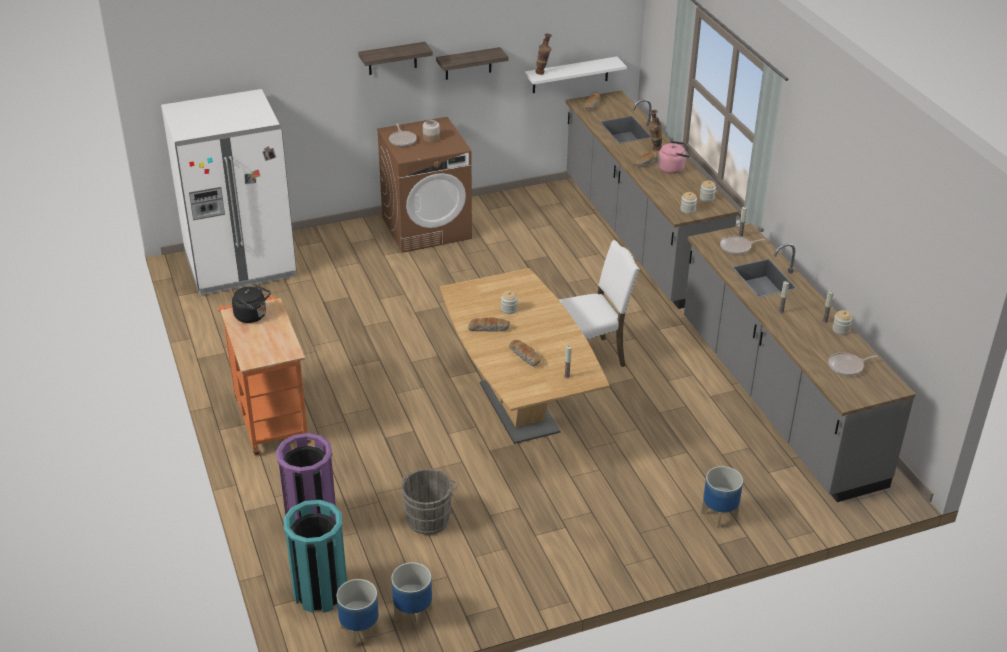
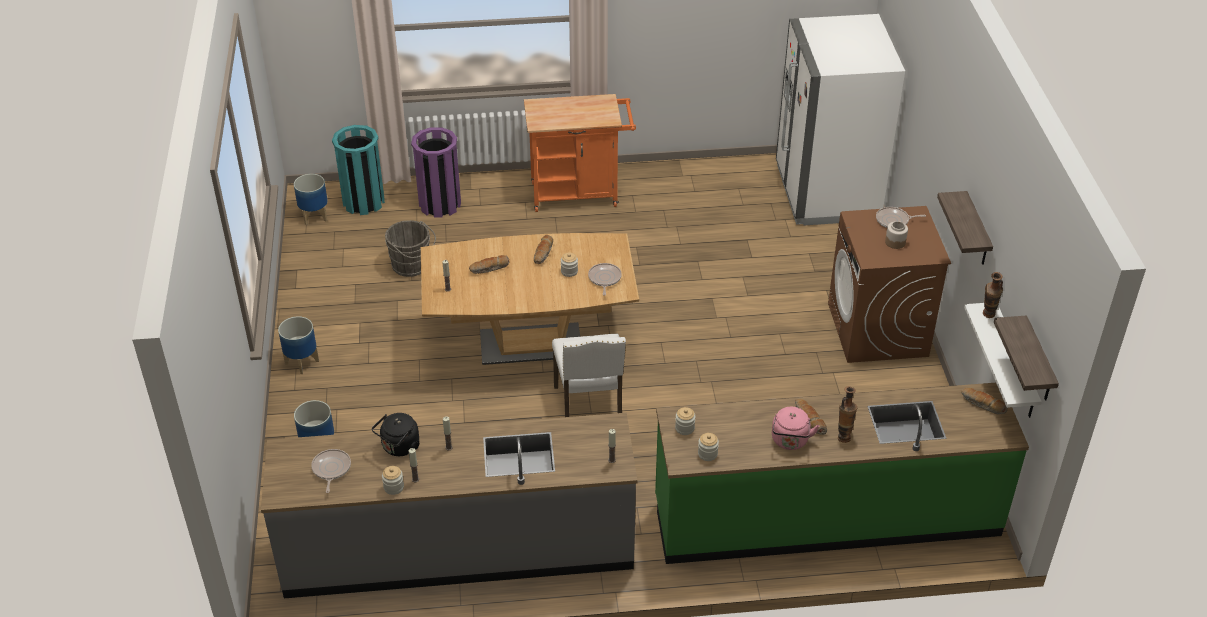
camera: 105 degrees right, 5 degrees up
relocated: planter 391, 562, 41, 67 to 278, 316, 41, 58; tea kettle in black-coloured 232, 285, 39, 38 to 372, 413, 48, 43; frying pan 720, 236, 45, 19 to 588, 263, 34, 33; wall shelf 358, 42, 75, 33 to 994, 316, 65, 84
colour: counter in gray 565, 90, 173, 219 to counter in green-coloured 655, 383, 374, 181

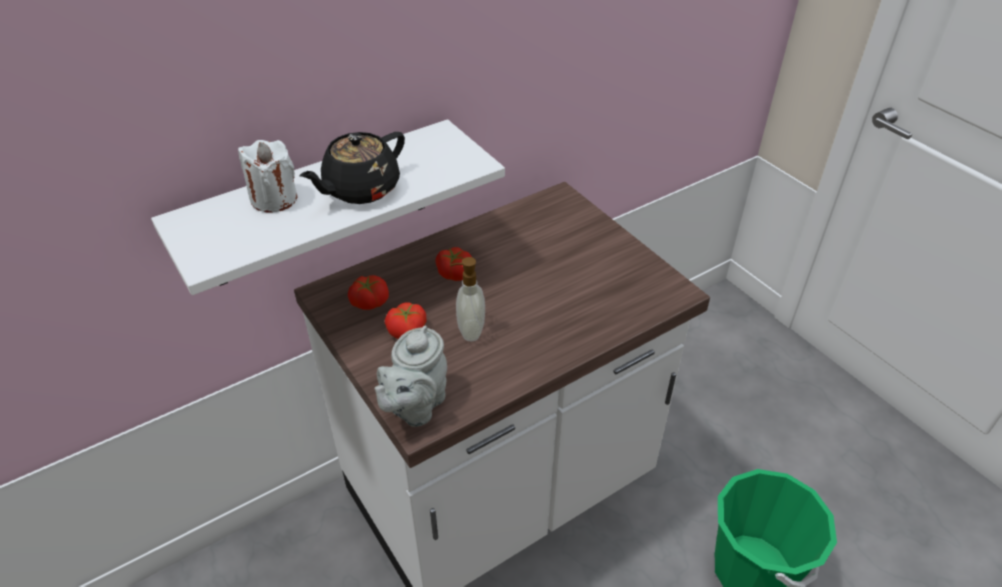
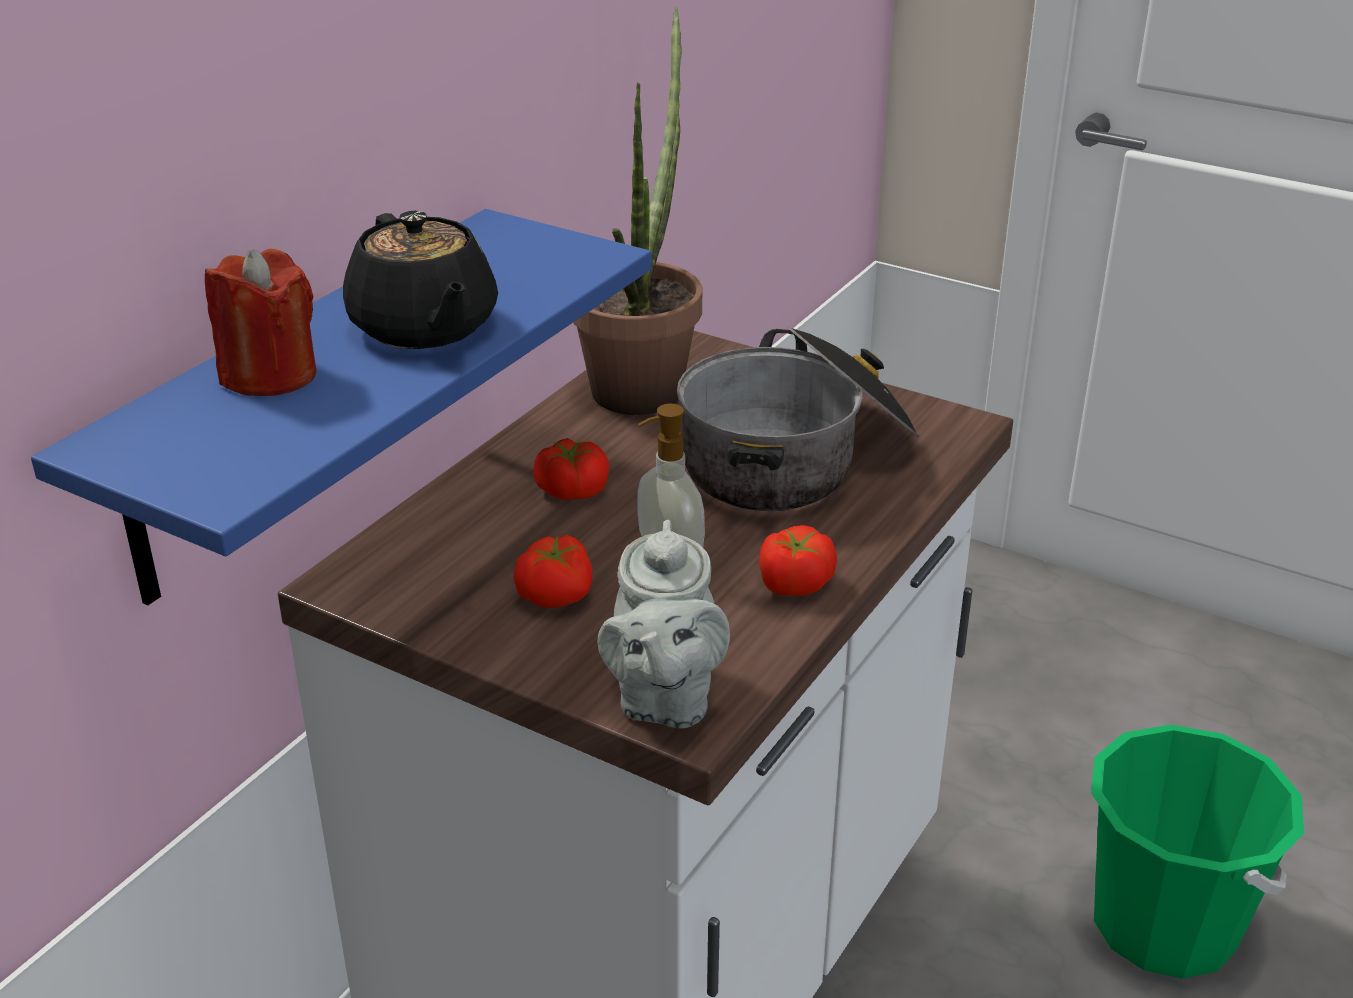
camera: 25 degrees left, 10 degrees down
appeared: houseplant 573, 7, 129, 408; cooking pot 677, 326, 242, 185
relocated: tomato 348, 275, 41, 35 to 759, 525, 78, 71
colour: wall shelf in white-coloured 151, 119, 354, 176 to wall shelf in blue 31, 209, 621, 397; candle in white-coloured 238, 140, 60, 72 to candle in red-coloured 205, 248, 111, 148
spun: tea pot in black-coloured 300, 132, 105, 72 = 343, 211, 155, 138 45 degrees counterclockwise

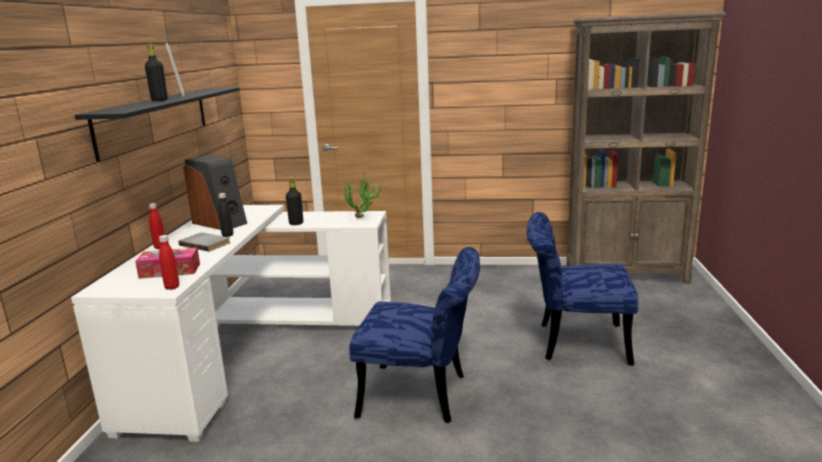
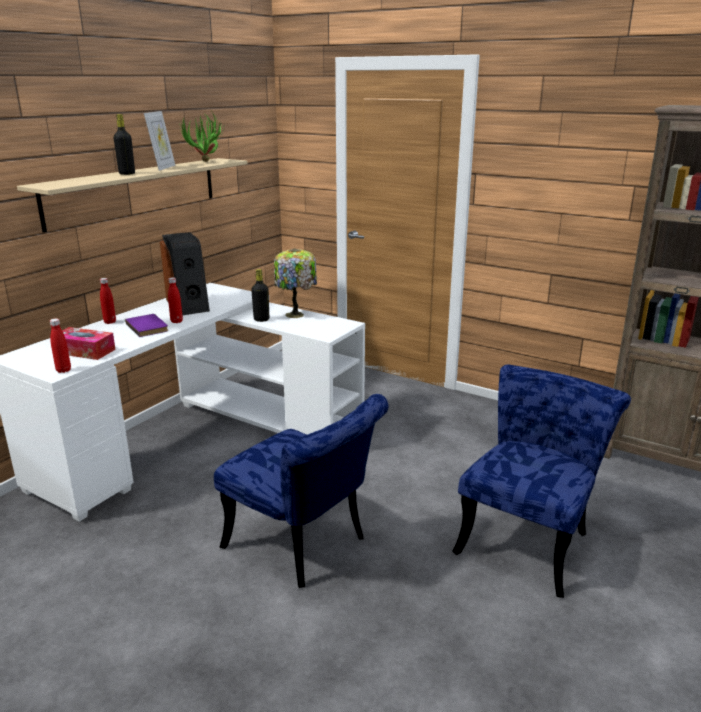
camera: 25 degrees right, 5 degrees up
appeared: tabletop lamp 274, 248, 43, 70
relocated: houseplant 344, 174, 38, 44 to 178, 112, 46, 50
colour: wall shelf in black-coloured 75, 87, 164, 75 to wall shelf in beige 17, 158, 230, 75; volume in gray 178, 233, 52, 19 to volume in purple 125, 314, 43, 23; drink bottle in black-coloured 218, 193, 15, 44 to drink bottle in red-coloured 168, 277, 15, 46
spun: chair in blue 527, 212, 111, 154 = 452, 365, 179, 233 90 degrees clockwise

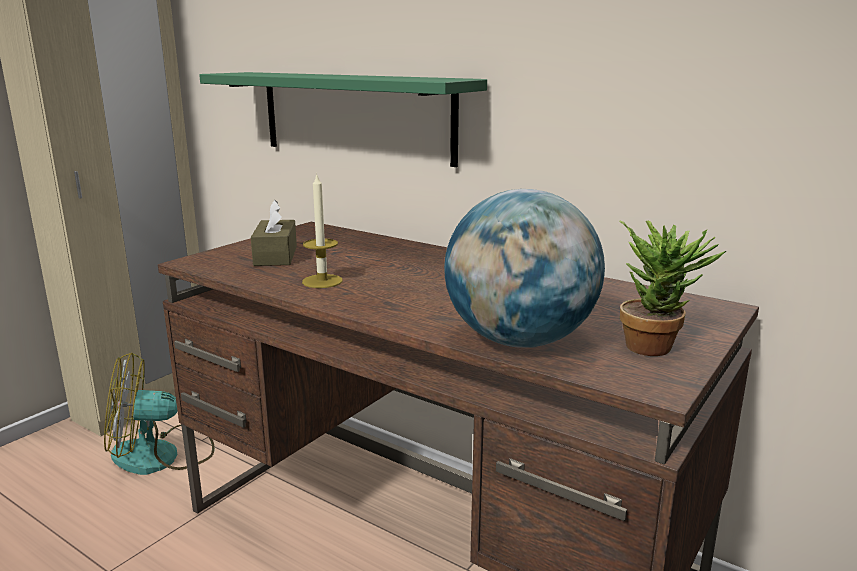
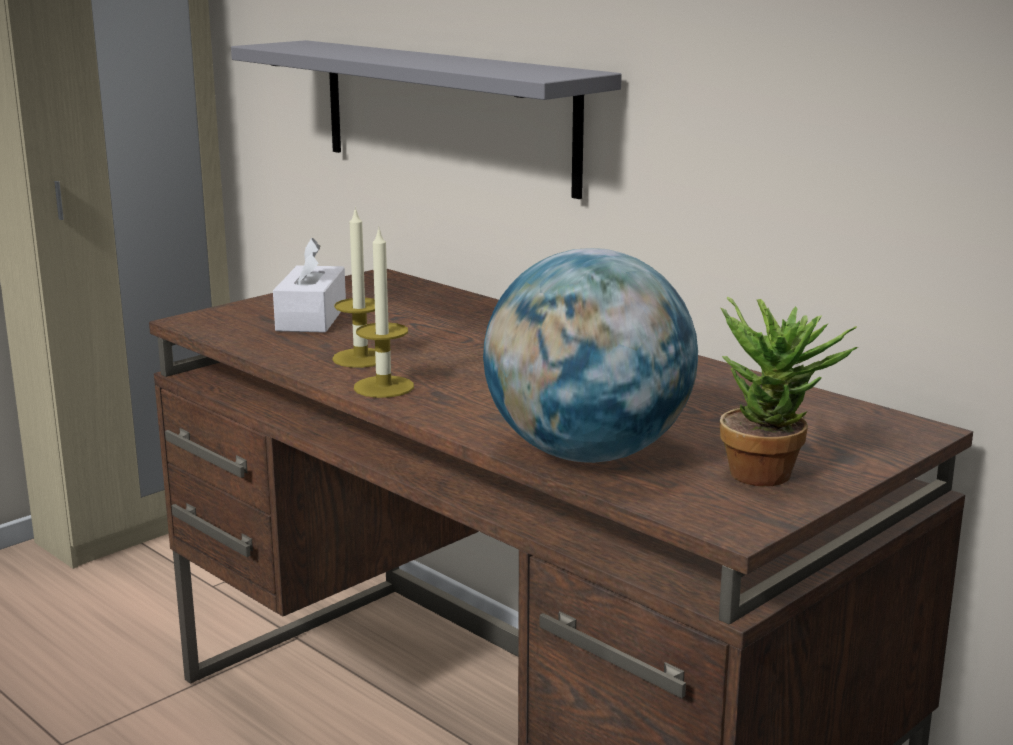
camera: 10 degrees right, 0 degrees up
missing: electric fan 104, 352, 111, 123
appeared: candle 354, 226, 60, 172
colour: wall shelf in green-coloured 199, 72, 288, 95 to wall shelf in gray 231, 40, 391, 159; tissue holder in brownish 251, 200, 46, 66 to tissue holder in white-coloured 273, 238, 73, 95

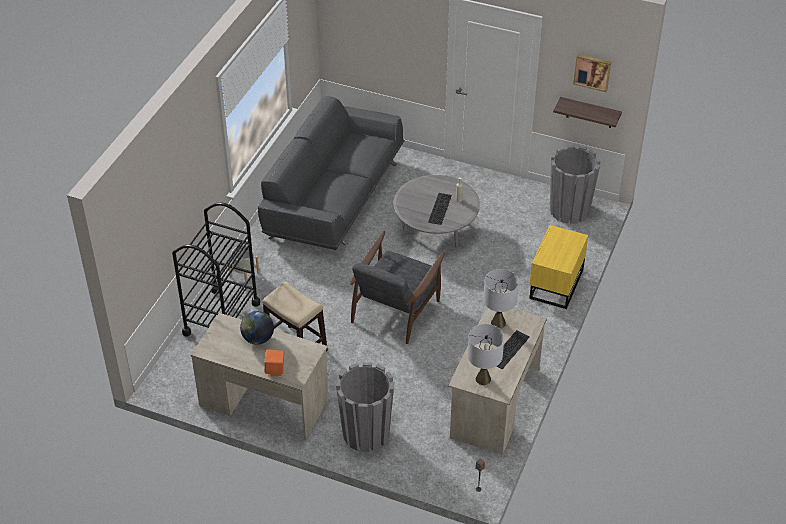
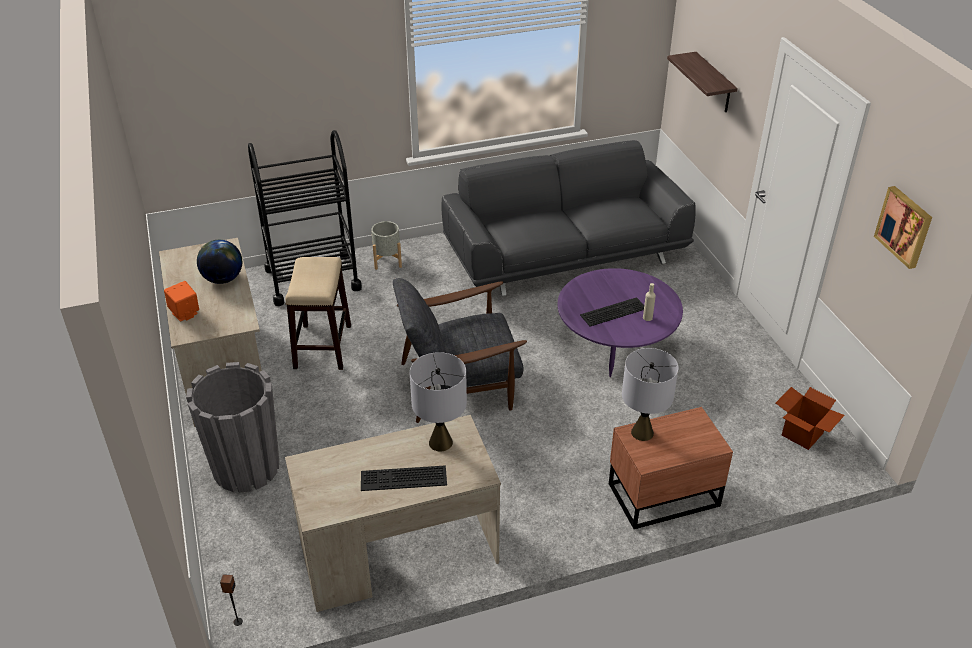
camera: 50 degrees right, 5 degrees down
relocated: tabletop lamp in gray 468, 324, 36, 61 to 622, 348, 57, 93; wall shelf 553, 97, 69, 31 to 667, 52, 71, 60
exchanged: planter in gray 550, 145, 51, 79 to cardboard box 776, 387, 69, 63
colour: coffee table in gray 394, 175, 86, 74 to coffee table in purple 558, 268, 125, 109; night table in yellow-coloured 529, 225, 59, 84 to night table in brownish 609, 407, 124, 122

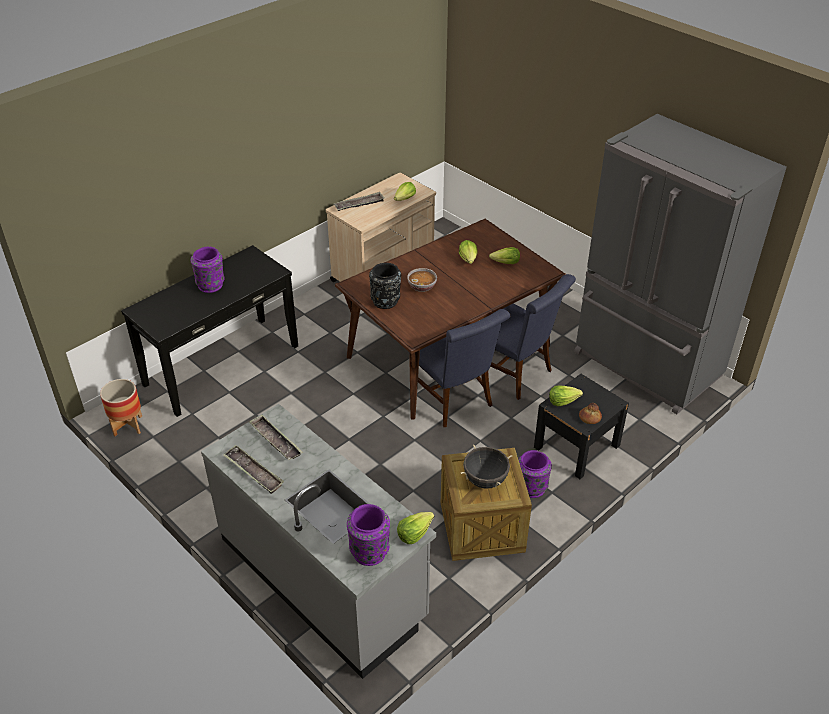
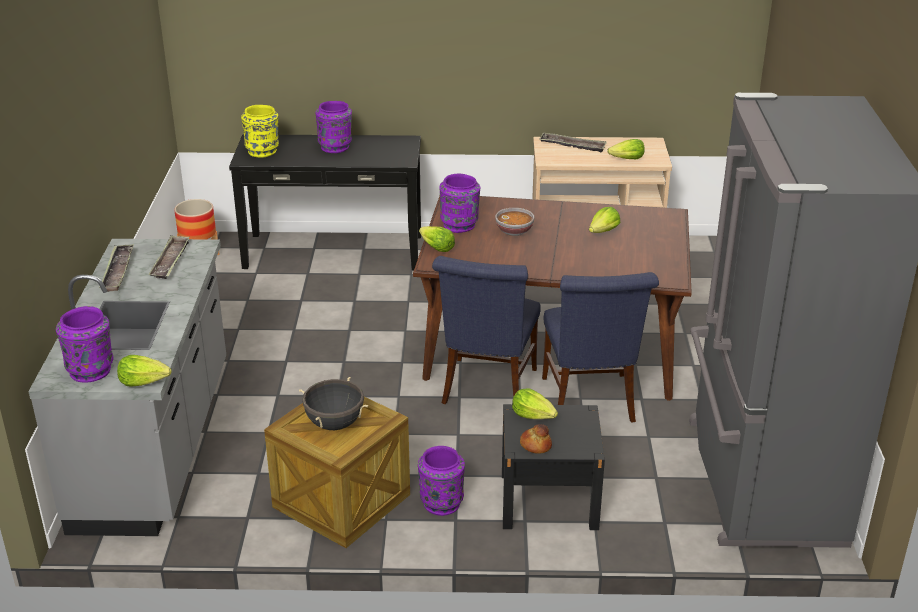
camera: 45 degrees right, 10 degrees down
appeared: decorative vase in yellow-coloured 241, 105, 38, 53
relocated: lettuce 489, 247, 31, 17 to 419, 226, 36, 26
colour: decorative vase in black-coloured 369, 263, 32, 46 to decorative vase in purple 439, 174, 41, 59

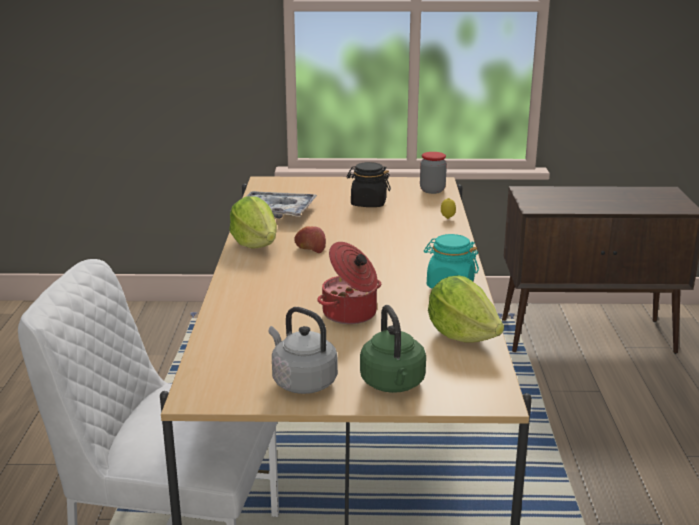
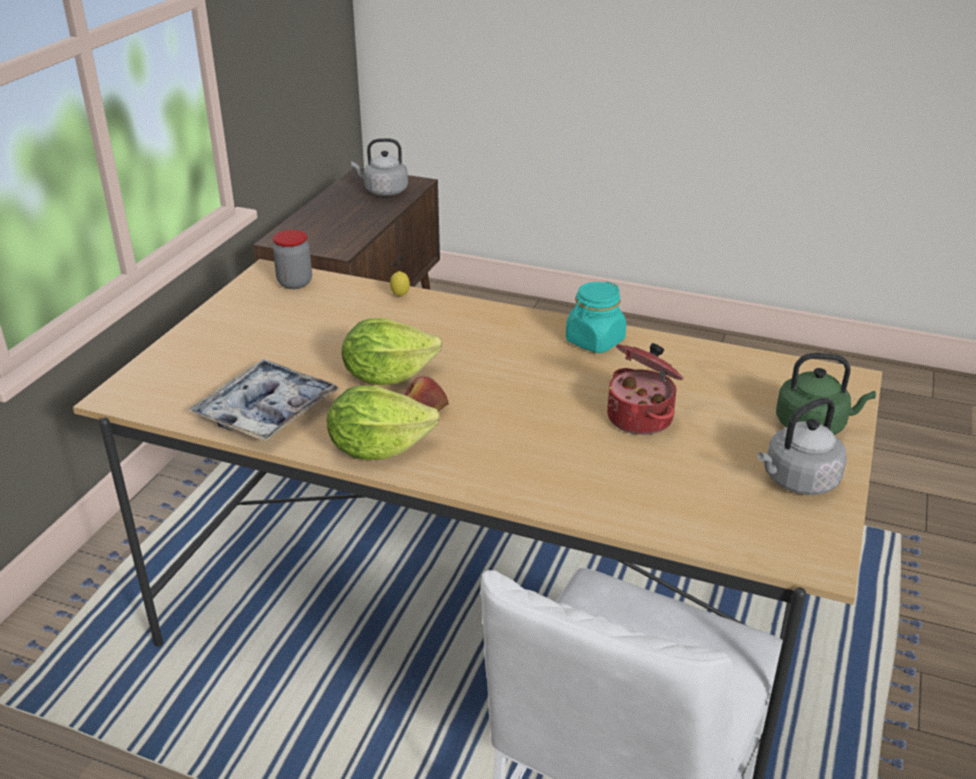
camera: 70 degrees left, 10 degrees up
missing: preserve jar in black-coloured 346, 162, 45, 45
appeared: tea kettle in gray 351, 138, 57, 58
relocated: lettuce 428, 275, 76, 68 to 342, 318, 100, 67

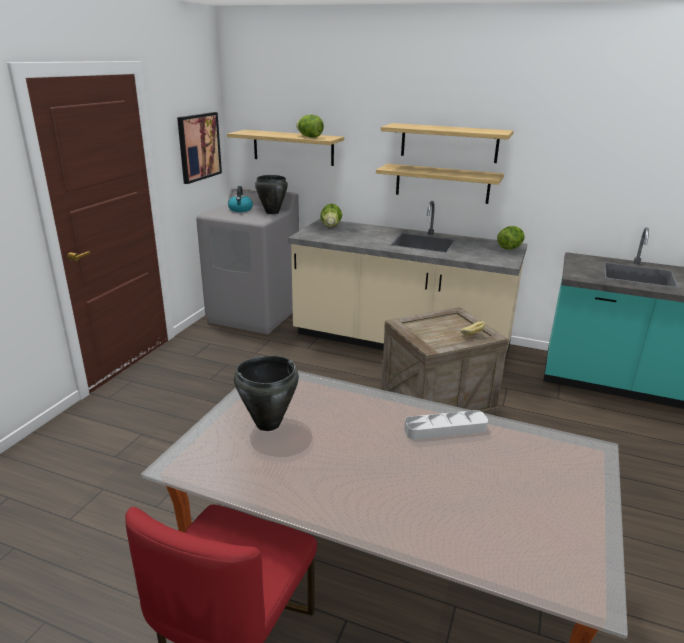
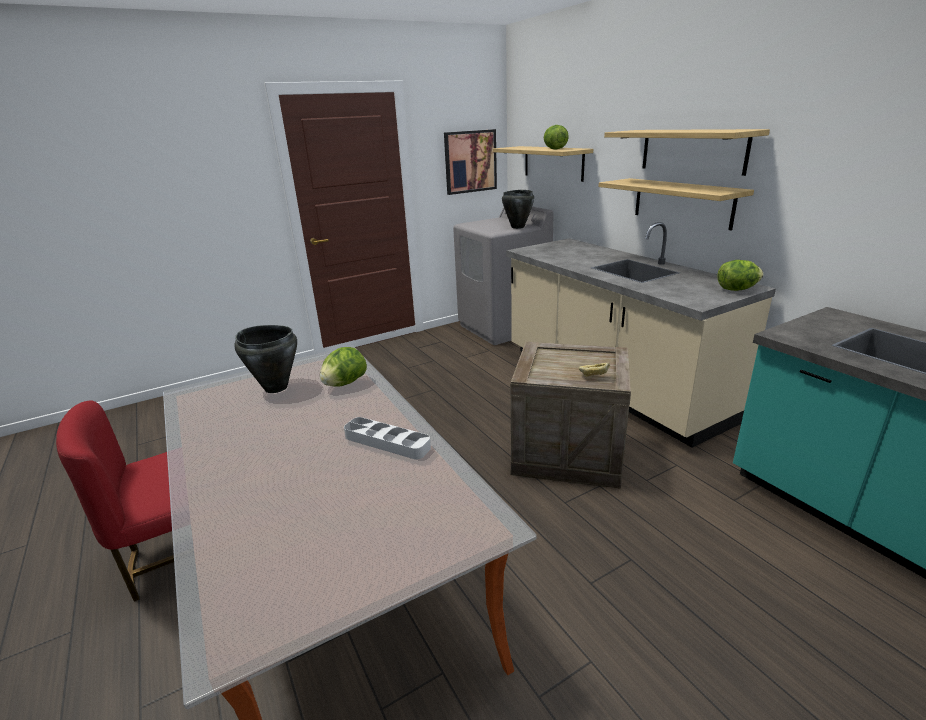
camera: 40 degrees right, 0 degrees up
missing: tea kettle 228, 186, 25, 26
relocated: lettuce 320, 203, 22, 24 to 320, 347, 47, 40

